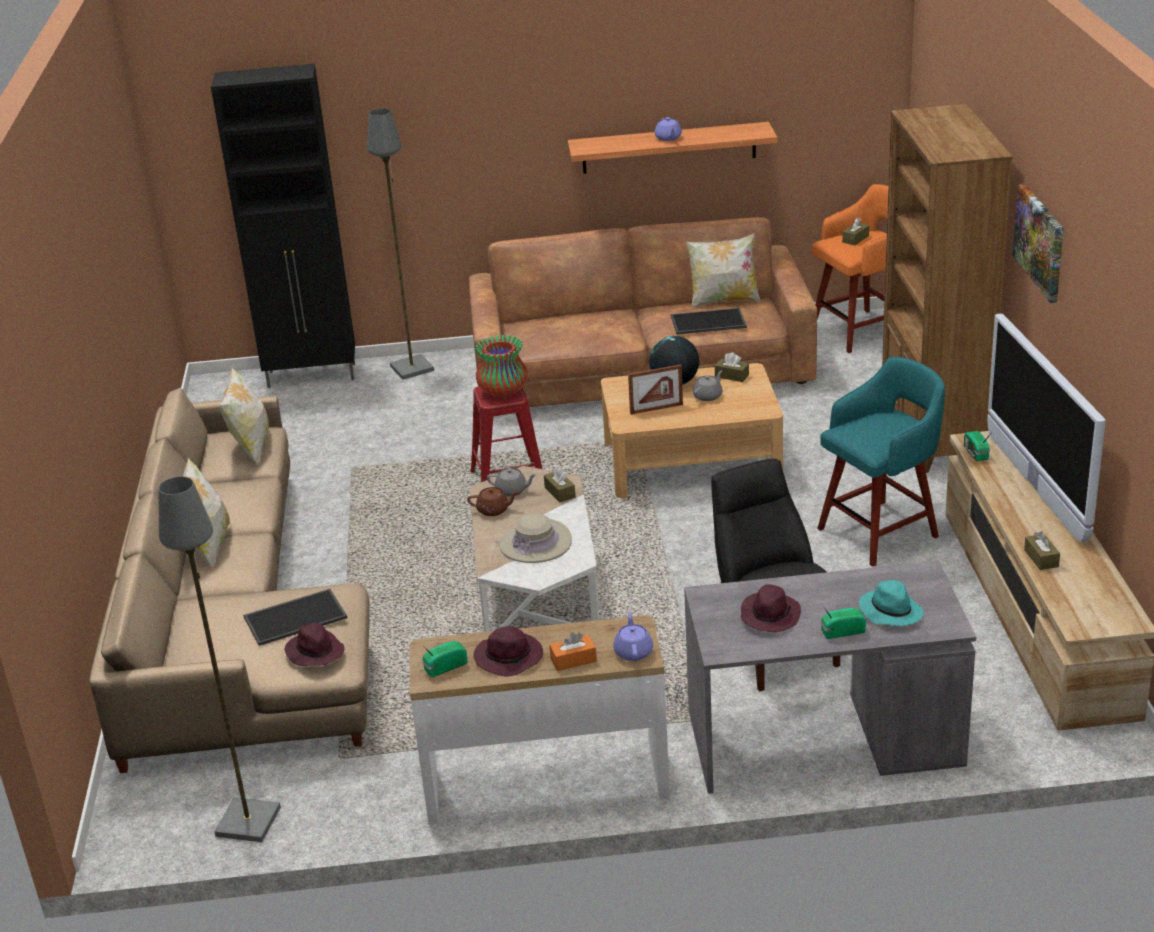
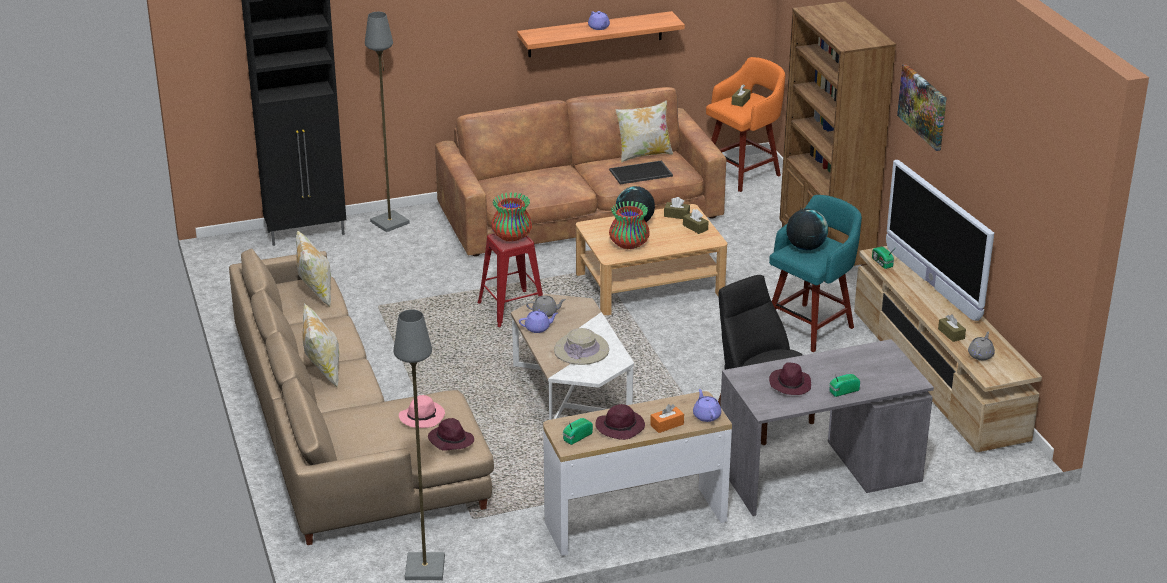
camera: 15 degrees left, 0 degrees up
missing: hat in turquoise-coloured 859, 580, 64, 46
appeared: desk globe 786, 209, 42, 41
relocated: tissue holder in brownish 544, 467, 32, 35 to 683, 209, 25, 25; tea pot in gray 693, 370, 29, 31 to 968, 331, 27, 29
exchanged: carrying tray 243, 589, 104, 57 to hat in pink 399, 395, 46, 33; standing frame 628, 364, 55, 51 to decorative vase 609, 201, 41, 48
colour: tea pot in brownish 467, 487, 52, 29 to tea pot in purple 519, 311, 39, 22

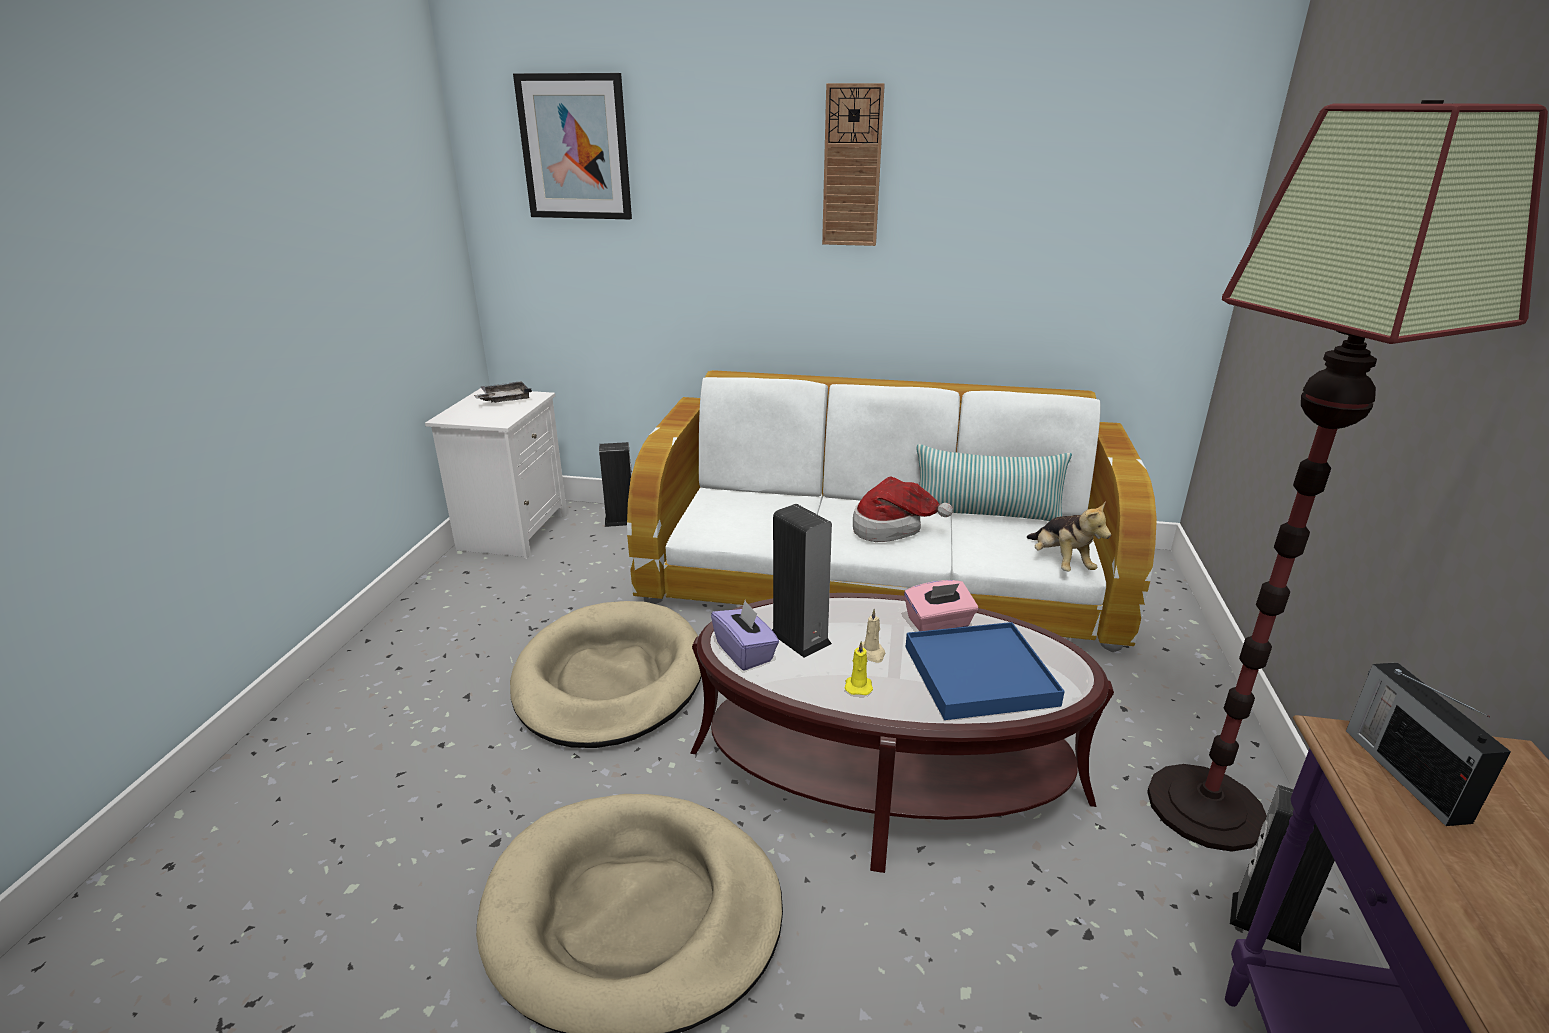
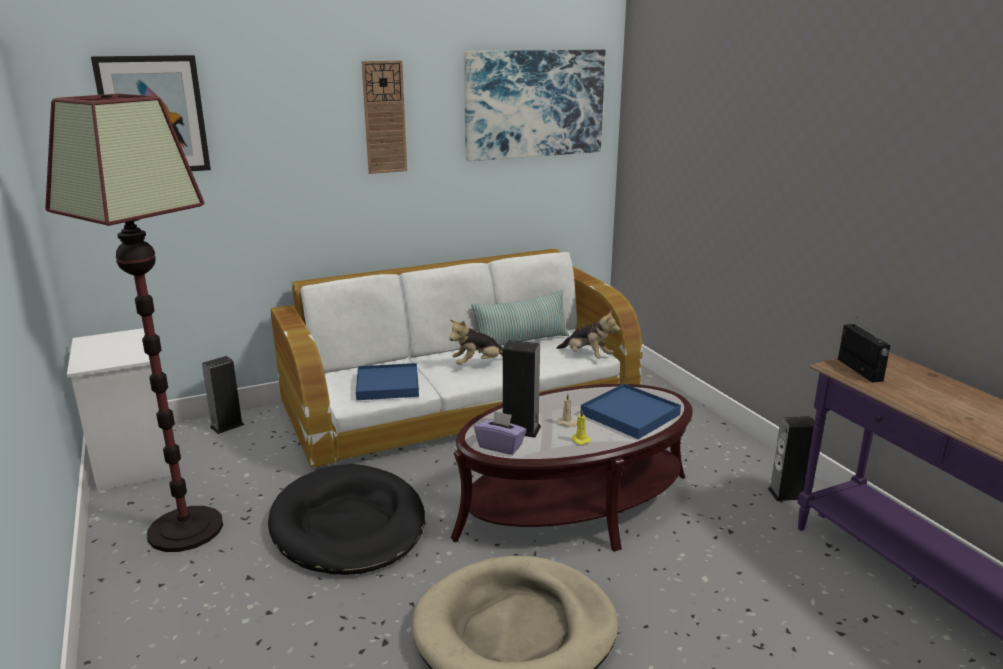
camera: 35 degrees left, 5 degrees down
missing: carrying tray in gray 474, 381, 58, 22; tissue holder in pink 904, 580, 74, 51
appeared: carrying tray in blue 356, 363, 63, 37; wall picture 464, 49, 142, 112
relocated: standing lamp 1147, 100, 401, 752 to 45, 93, 178, 459
exchanged: hat 853, 476, 100, 66 to plush toy 450, 320, 53, 45
colour: dog bed in beige 510, 601, 191, 147 to dog bed in black-coloured 268, 464, 157, 111
spun: radio set 1346, 662, 165, 164 = 838, 320, 53, 63 150 degrees counterclockwise

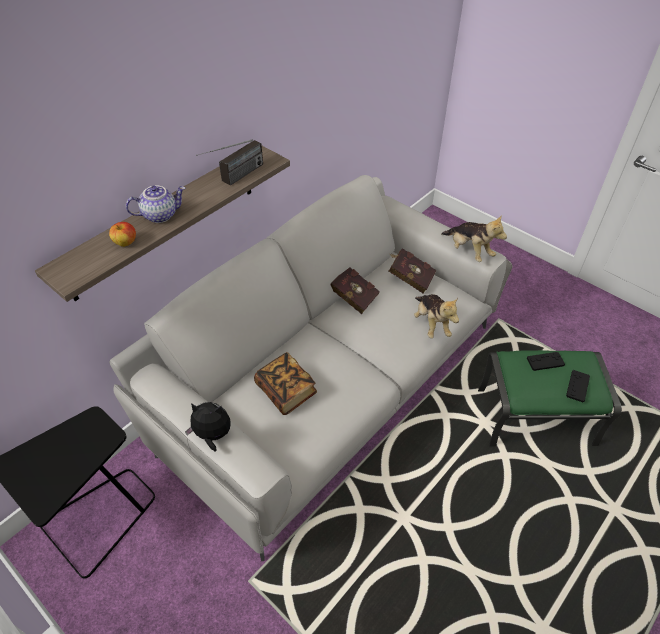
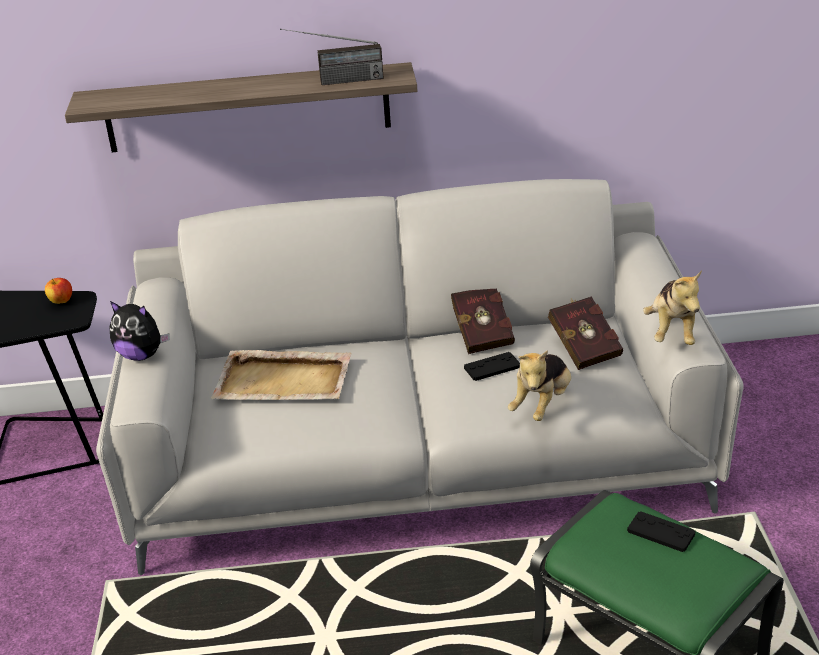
camera: 45 degrees right, 15 degrees down
missing: tea pot 126, 185, 59, 38
relocated: whole apple 109, 222, 27, 25 to 45, 278, 27, 26; gamepad in black-coloured 566, 370, 24, 32 to 464, 352, 56, 29
exchanged: volume 254, 352, 63, 63 to carrying tray in beige 211, 350, 141, 50
spun: plush toy 185, 402, 45, 50 = 110, 301, 60, 60 150 degrees clockwise

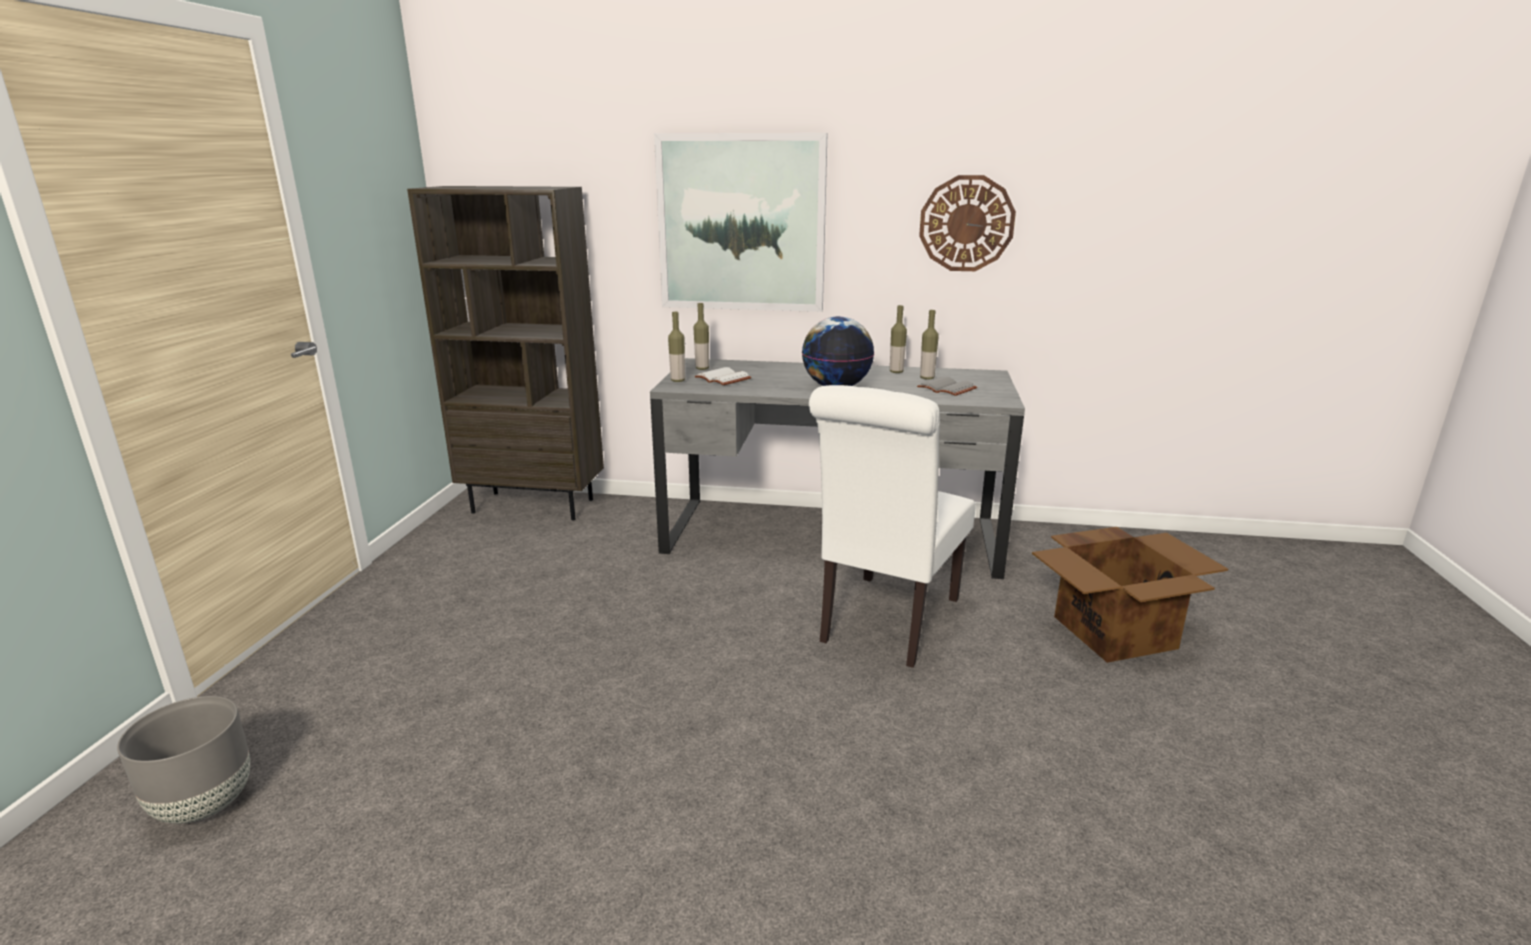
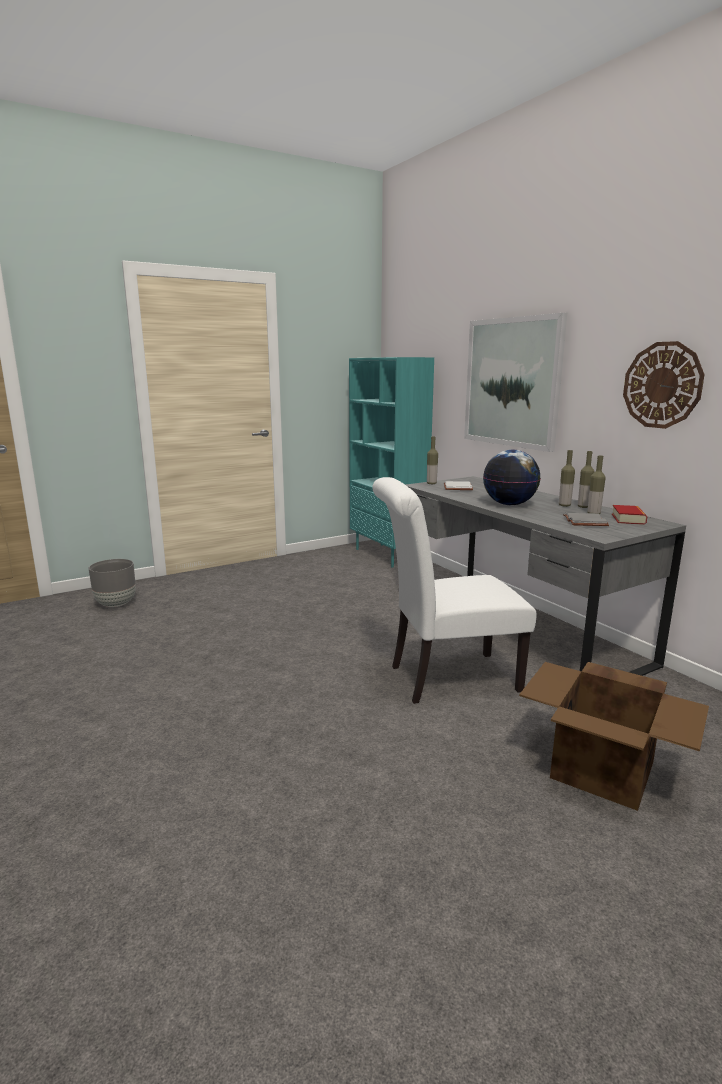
camera: 50 degrees right, 5 degrees down
appeared: volume 612, 505, 36, 20
relocated: drink bottle 693, 303, 16, 67 to 559, 450, 16, 57
colour: bookcase in brownish 407, 186, 197, 334 to bookcase in turquoise-coloured 349, 357, 85, 211

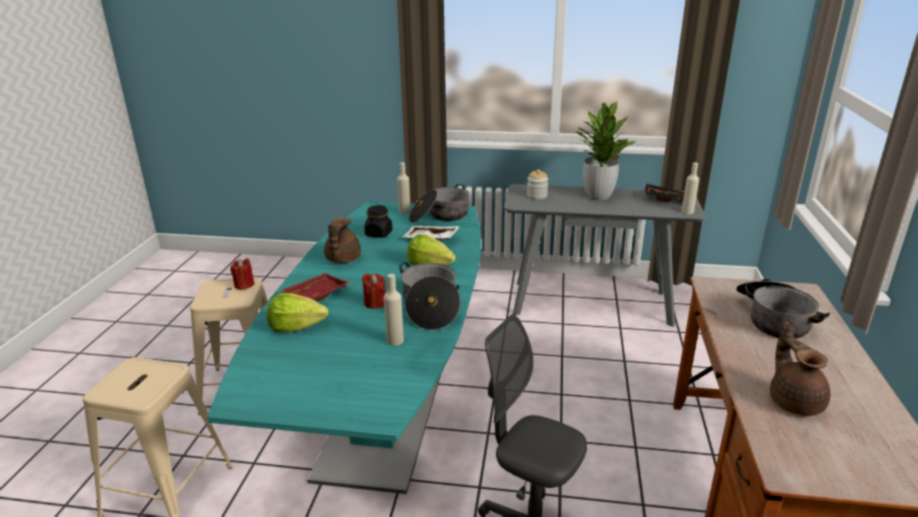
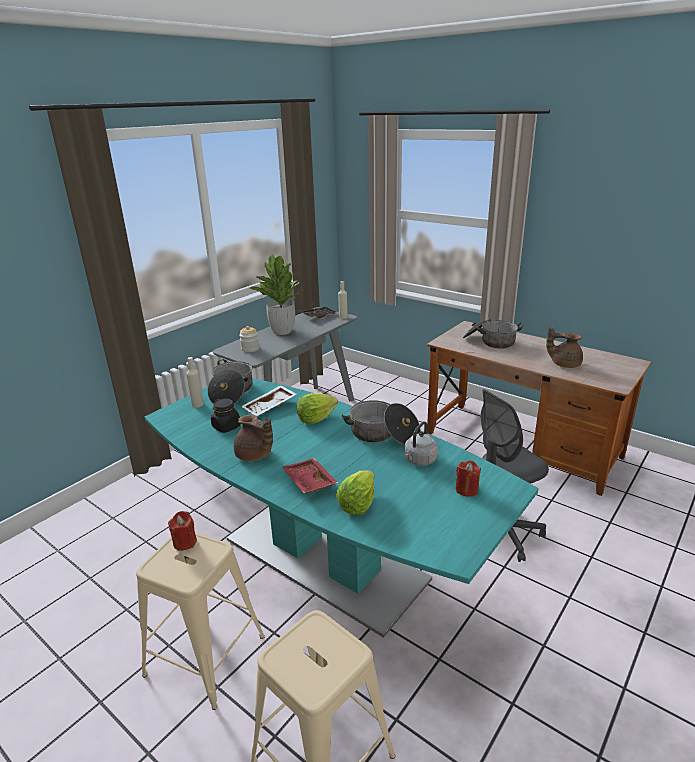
camera: 60 degrees left, 0 degrees up
relocated: candle in red-coloured 362, 273, 24, 36 to 455, 460, 26, 37
exchanged: drink bottle in beige 384, 274, 20, 72 to tea kettle in gray 404, 421, 34, 45

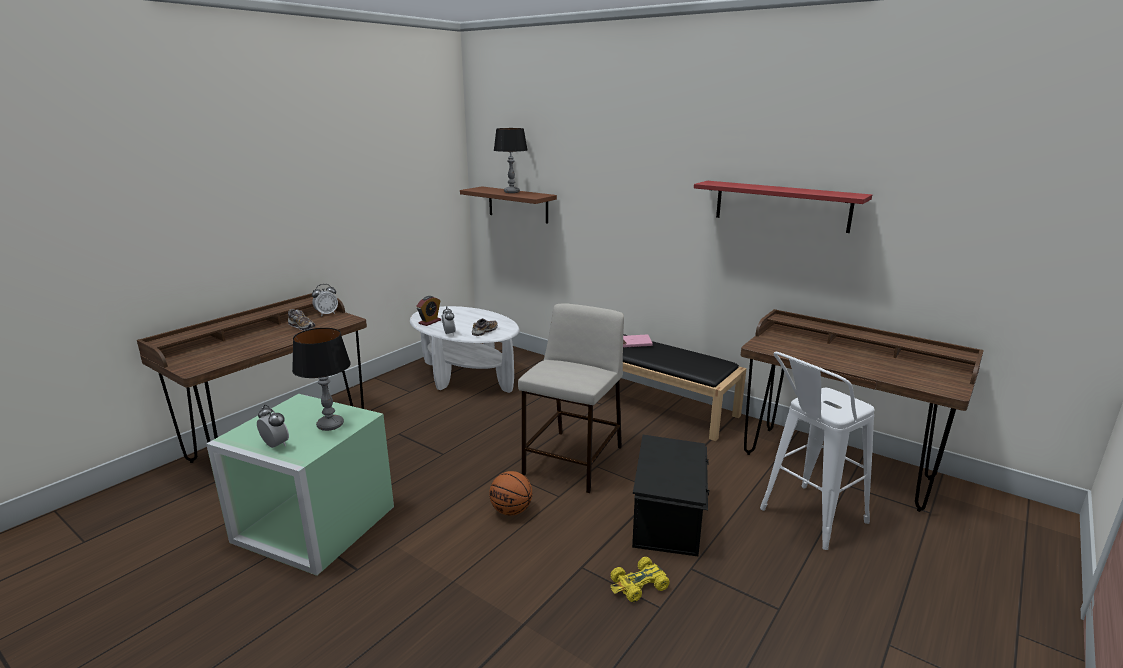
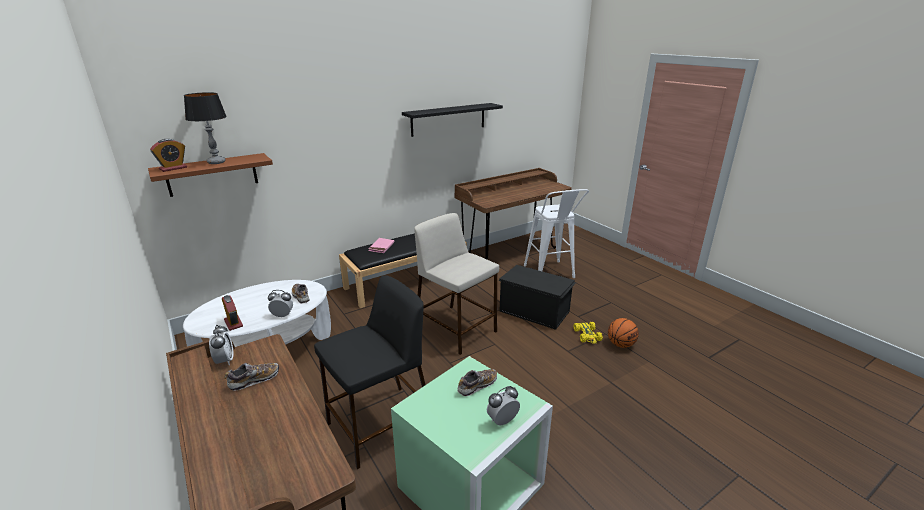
camera: 70 degrees left, 5 degrees up
appeared: table clock 150, 139, 37, 33; stool in black-coloured 314, 275, 111, 194
relocated: basketball ball 489, 471, 43, 44 to 608, 318, 31, 30
exchanged: tabletop lamp 292, 328, 59, 103 to shoe 458, 369, 39, 27
colour: wall shelf in red-coloured 694, 181, 178, 52 to wall shelf in black-coloured 402, 103, 101, 34

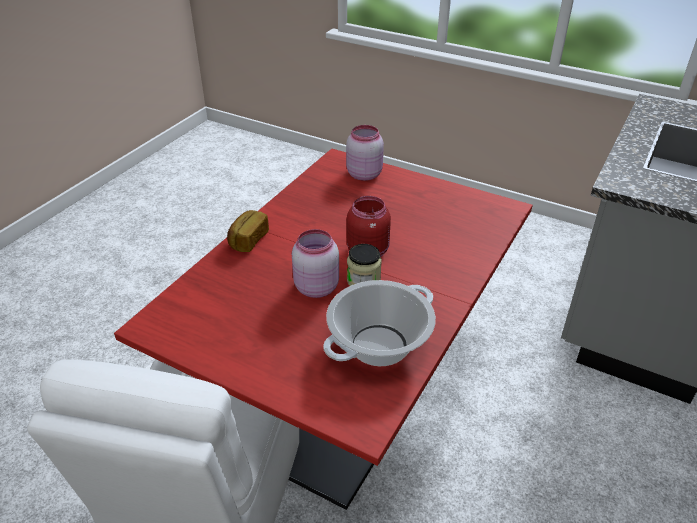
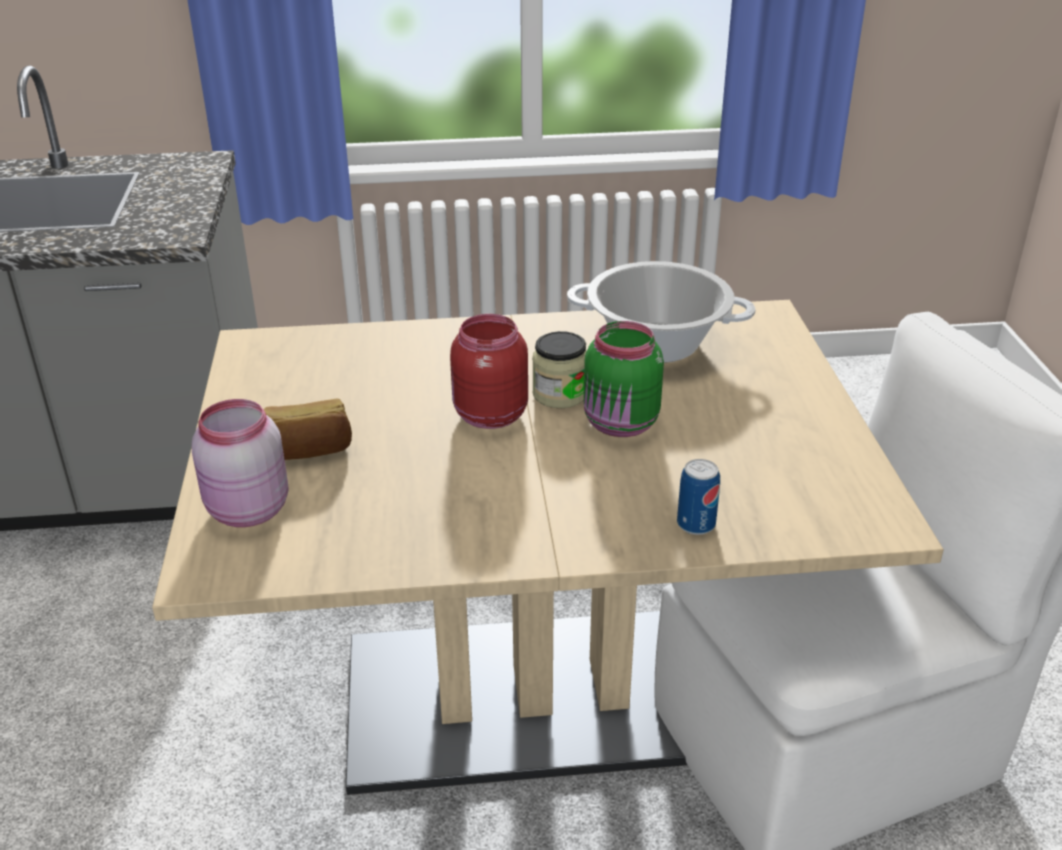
camera: 125 degrees left, 5 degrees down
appeared: metal can 677, 459, 43, 76
relocated: bakery bread 227, 210, 42, 42 to 263, 398, 89, 62
colour: dining table in red-coloured 114, 148, 419, 362 to dining table in beige 152, 300, 792, 495; preserve jar in pink 292, 229, 47, 69 to preserve jar in green-coloured 584, 321, 80, 116

